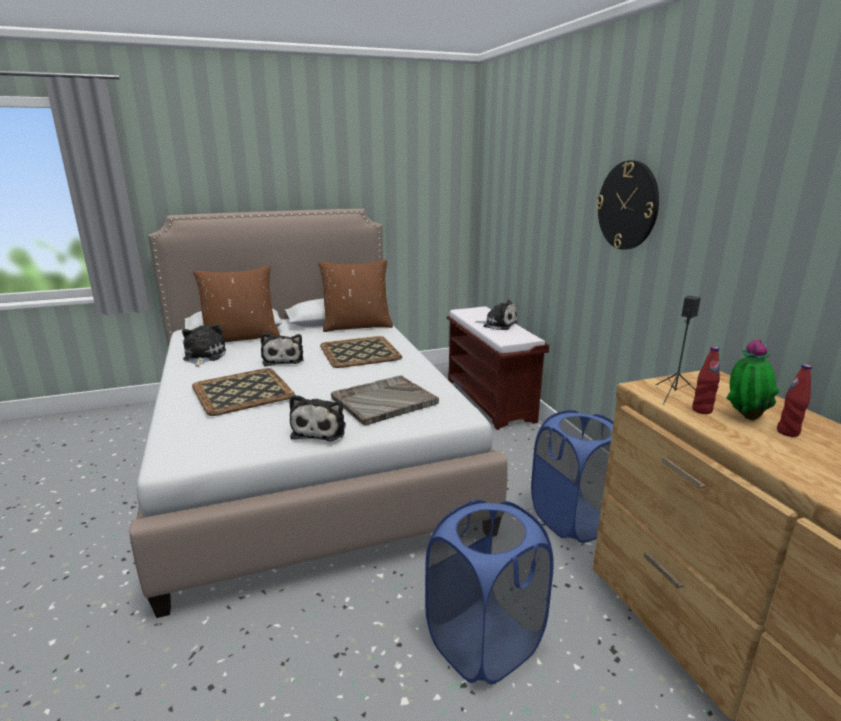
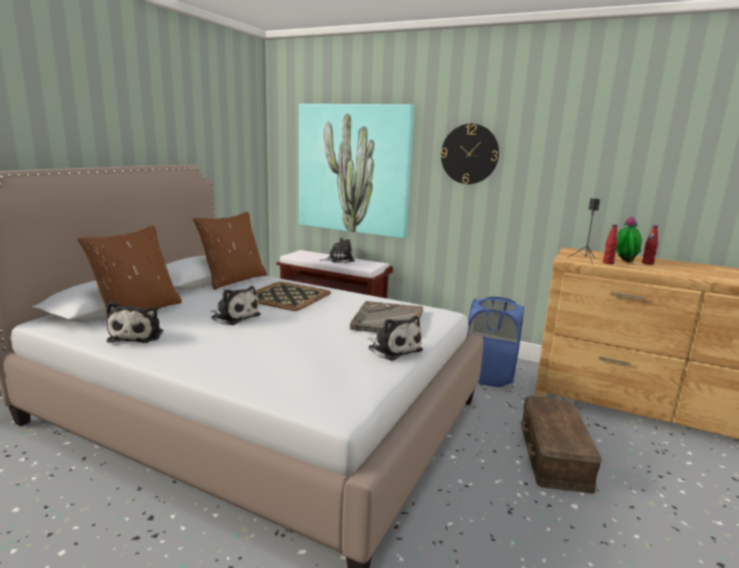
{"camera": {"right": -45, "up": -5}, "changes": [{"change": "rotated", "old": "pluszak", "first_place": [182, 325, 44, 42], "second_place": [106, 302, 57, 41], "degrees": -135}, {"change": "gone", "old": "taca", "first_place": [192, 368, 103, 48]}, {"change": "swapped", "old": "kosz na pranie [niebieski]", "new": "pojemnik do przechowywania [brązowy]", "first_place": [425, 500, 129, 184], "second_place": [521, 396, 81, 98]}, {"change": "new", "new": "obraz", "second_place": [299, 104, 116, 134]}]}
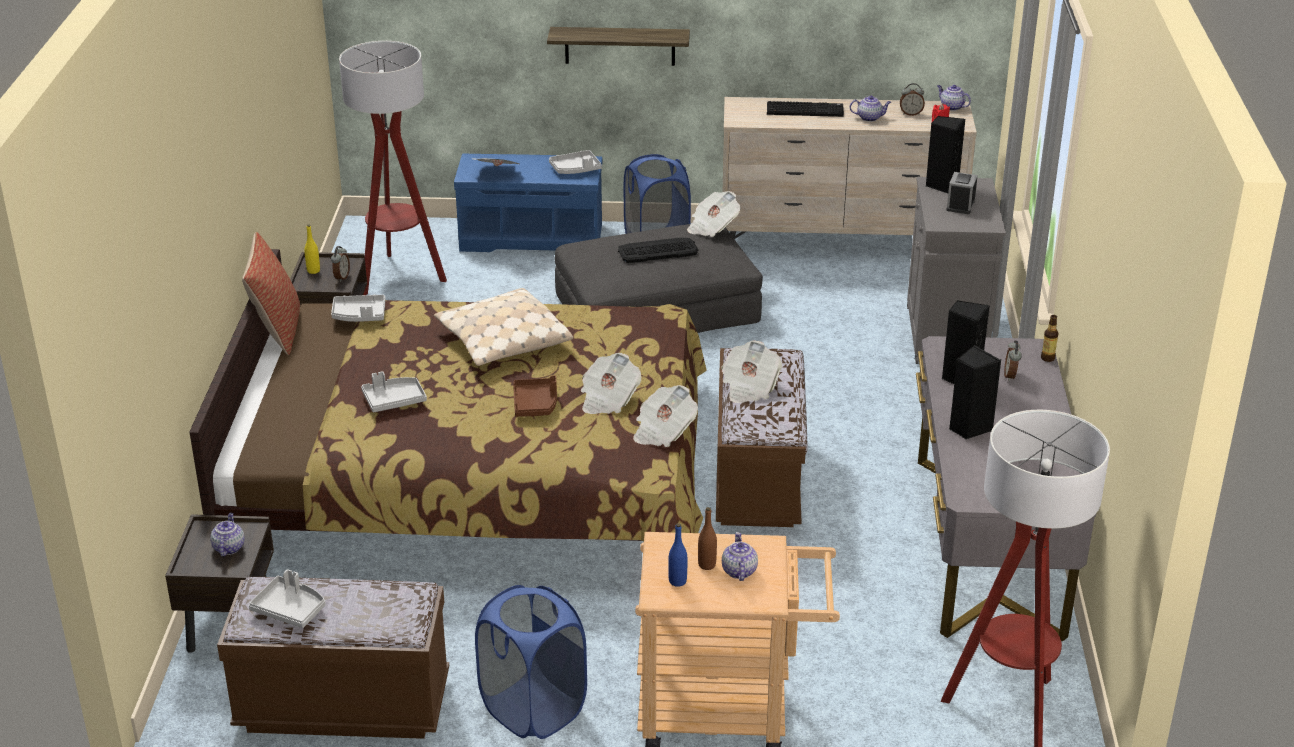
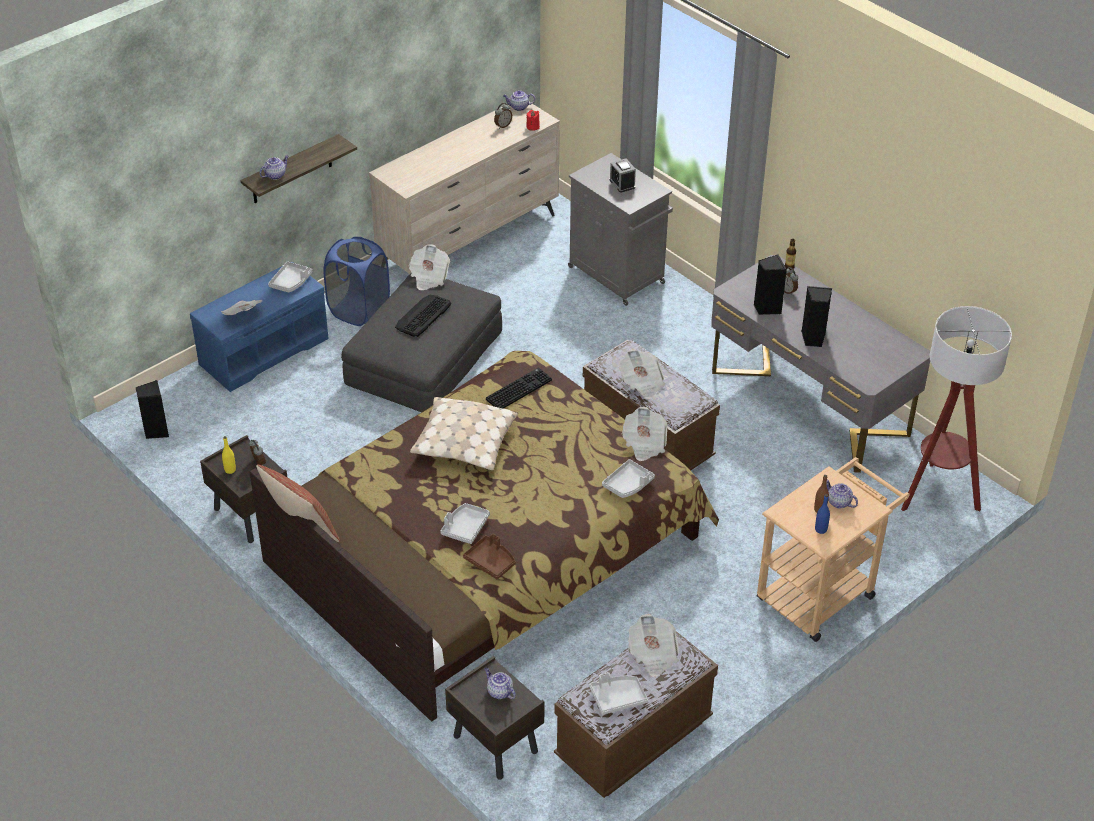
{"camera": {"right": -45, "up": 10}, "changes": [{"change": "gone", "old": "lampa stojąca", "first_place": [339, 41, 108, 254]}, {"change": "shifted", "old": "imbryk", "first_place": [850, 96, 41, 26], "second_place": [259, 155, 30, 25]}, {"change": "shifted", "old": "klawiatura", "first_place": [767, 101, 77, 16], "second_place": [486, 367, 66, 42]}, {"change": "shifted", "old": "głośnik [czarny]", "first_place": [925, 116, 40, 78], "second_place": [136, 380, 33, 59]}, {"change": "shifted", "old": "taca [szary]", "first_place": [331, 294, 54, 28], "second_place": [602, 459, 53, 39]}, {"change": "shifted", "old": "gazeta", "first_place": [581, 353, 61, 61], "second_place": [628, 614, 51, 63]}, {"change": "shifted", "old": "taca [brązowy]", "first_place": [513, 375, 44, 42], "second_place": [463, 533, 52, 47]}, {"change": "gone", "old": "kosz na pranie [niebieski]", "first_place": [475, 585, 112, 154]}]}
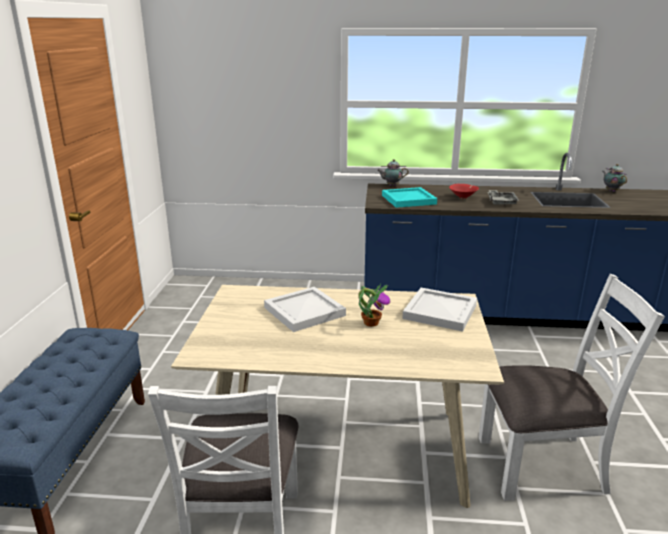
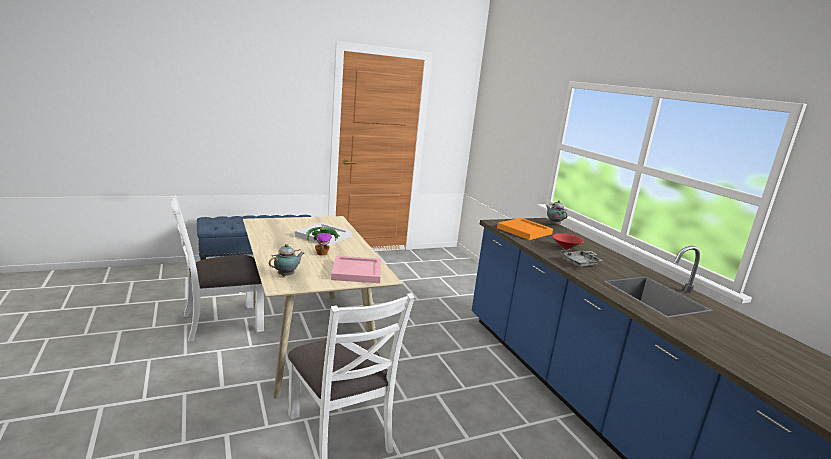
{"camera": {"right": 60, "up": -5}, "changes": [{"change": "shifted", "old": "imbryk", "first_place": [603, 164, 24, 28], "second_place": [269, 244, 35, 32]}, {"change": "repainted", "old": "taca [turkusowy]", "new": "taca [pomarańczowy]", "first_place": [382, 187, 55, 21], "second_place": [497, 218, 56, 22]}, {"change": "repainted", "old": "taca [biały]", "new": "taca [różowy]", "first_place": [402, 288, 75, 44], "second_place": [331, 255, 50, 28]}]}
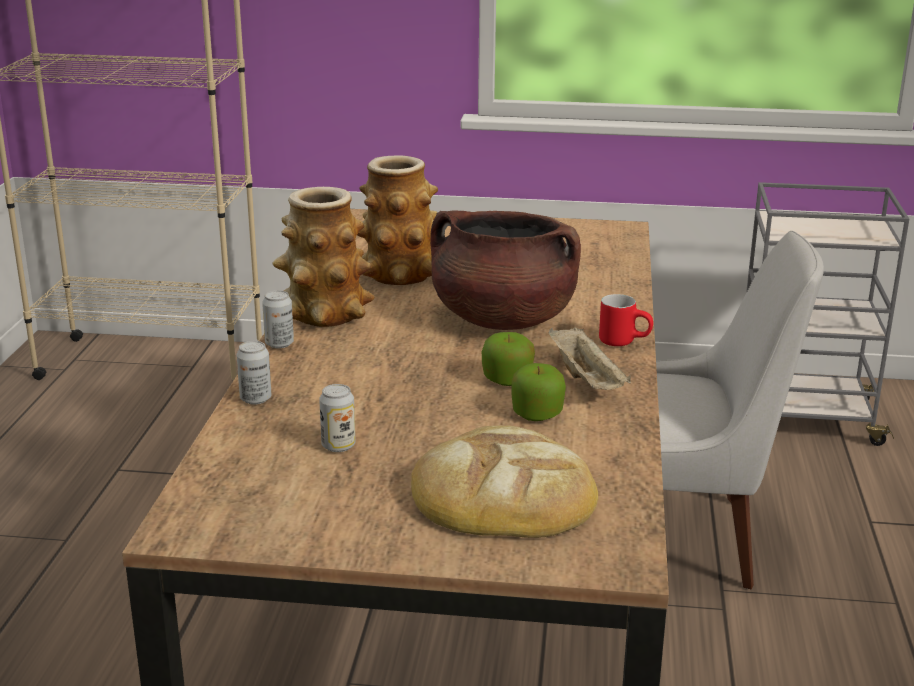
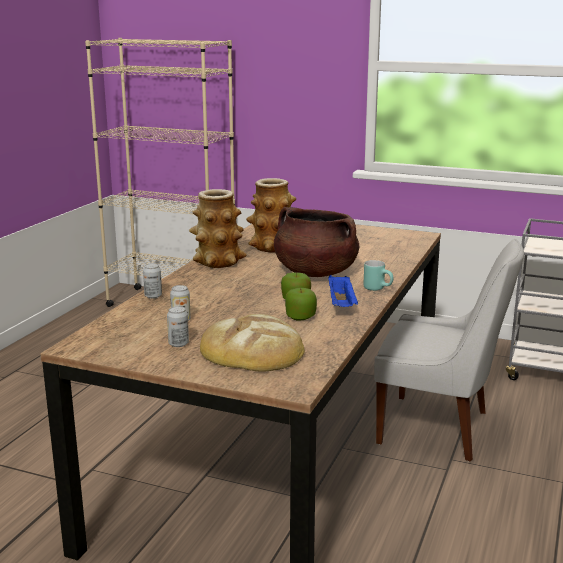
{"camera": {"right": 15, "up": -5}, "changes": [{"change": "shifted", "old": "puszka", "first_place": [262, 290, 32, 58], "second_place": [167, 306, 22, 41]}, {"change": "repainted", "old": "kubek [czerwony]", "new": "kubek [turkusowy]", "first_place": [599, 294, 54, 52], "second_place": [363, 260, 31, 31]}, {"change": "repainted", "old": "taca [beżowy]", "new": "taca [niebieski]", "first_place": [549, 327, 82, 63], "second_place": [329, 275, 29, 32]}]}
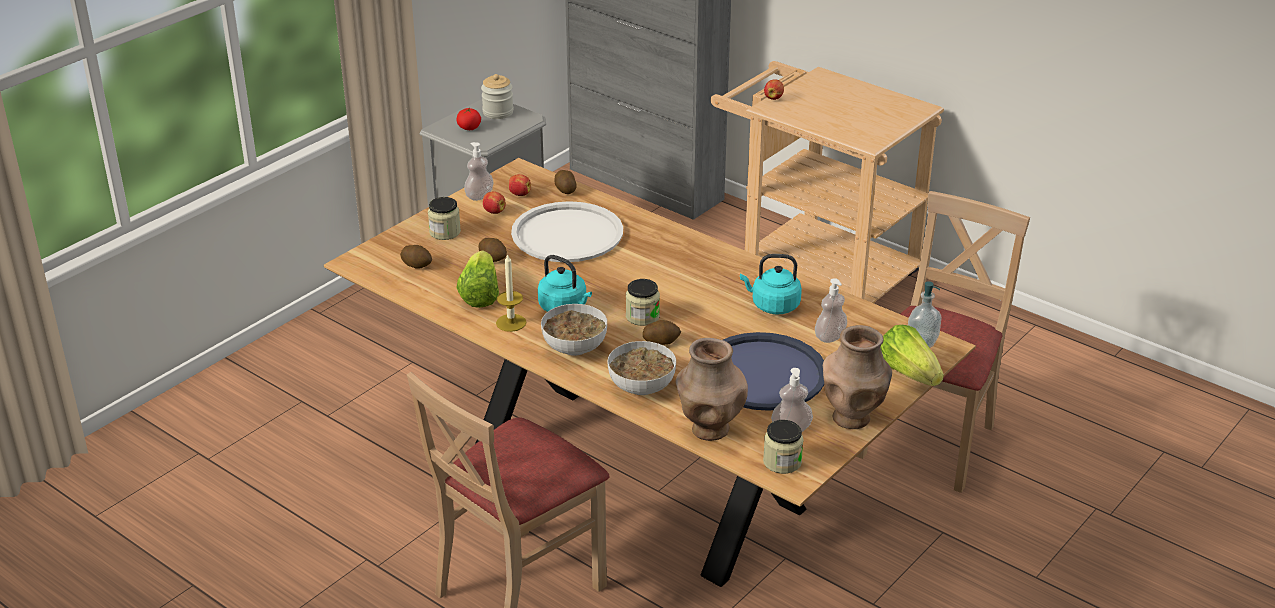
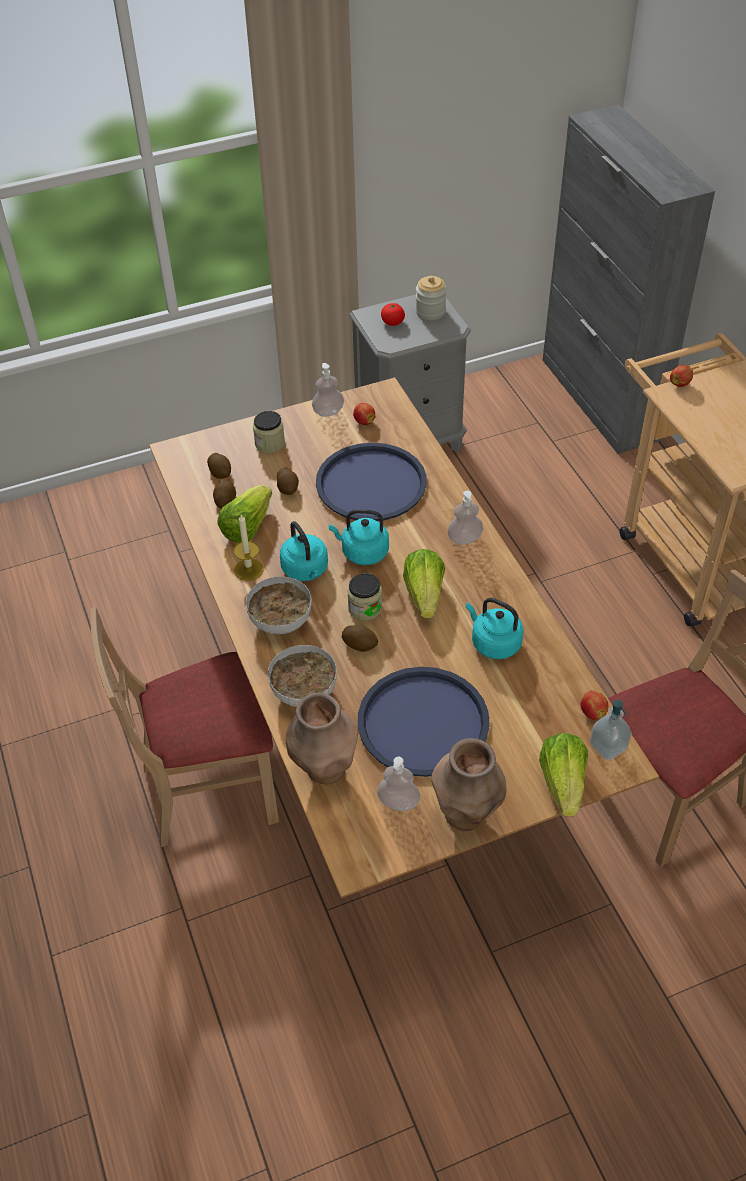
{"camera": {"right": 30, "up": 15}, "changes": [{"change": "shifted", "old": "ziemniak", "first_place": [555, 170, 22, 24], "second_place": [213, 480, 23, 29]}, {"change": "shifted", "old": "jabłko", "first_place": [483, 191, 23, 23], "second_place": [581, 690, 27, 30]}, {"change": "repainted", "old": "taca [biały]", "new": "taca [niebieski]", "first_place": [511, 201, 112, 61], "second_place": [316, 443, 111, 78]}, {"change": "shifted", "old": "dozownik mydła", "first_place": [815, 278, 32, 65], "second_place": [447, 491, 36, 54]}, {"change": "gone", "old": "słoik", "first_place": [763, 420, 40, 54]}, {"change": "new", "new": "czajnik [turkusowy]", "second_place": [329, 509, 60, 56]}, {"change": "new", "new": "sałata", "second_place": [403, 549, 42, 69]}]}
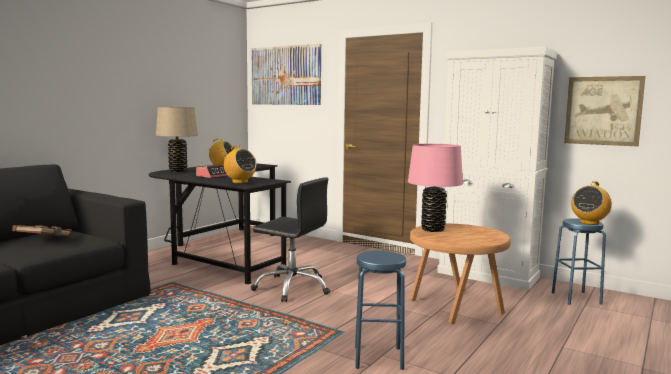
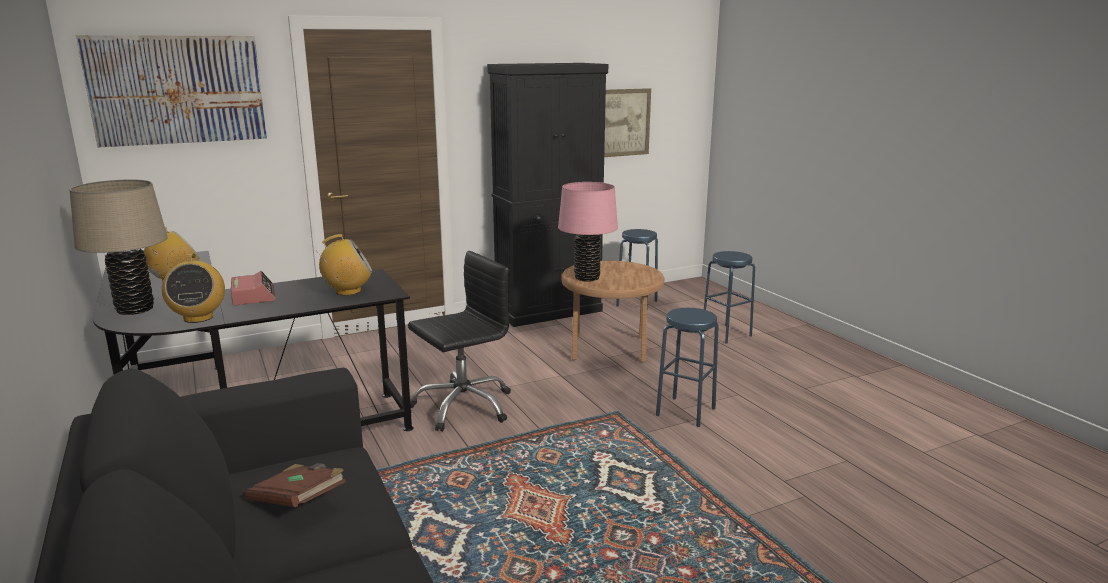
{"camera": {"right": -60, "up": 10}, "changes": [{"change": "repainted", "old": "szafka [biały]", "new": "szafka [czarny]", "first_place": [437, 46, 120, 245], "second_place": [487, 63, 121, 264]}, {"change": "shifted", "old": "radio", "first_place": [571, 181, 41, 44], "second_place": [162, 253, 63, 70]}, {"change": "new", "new": "stołek [niebieski]", "second_place": [703, 251, 52, 93]}]}
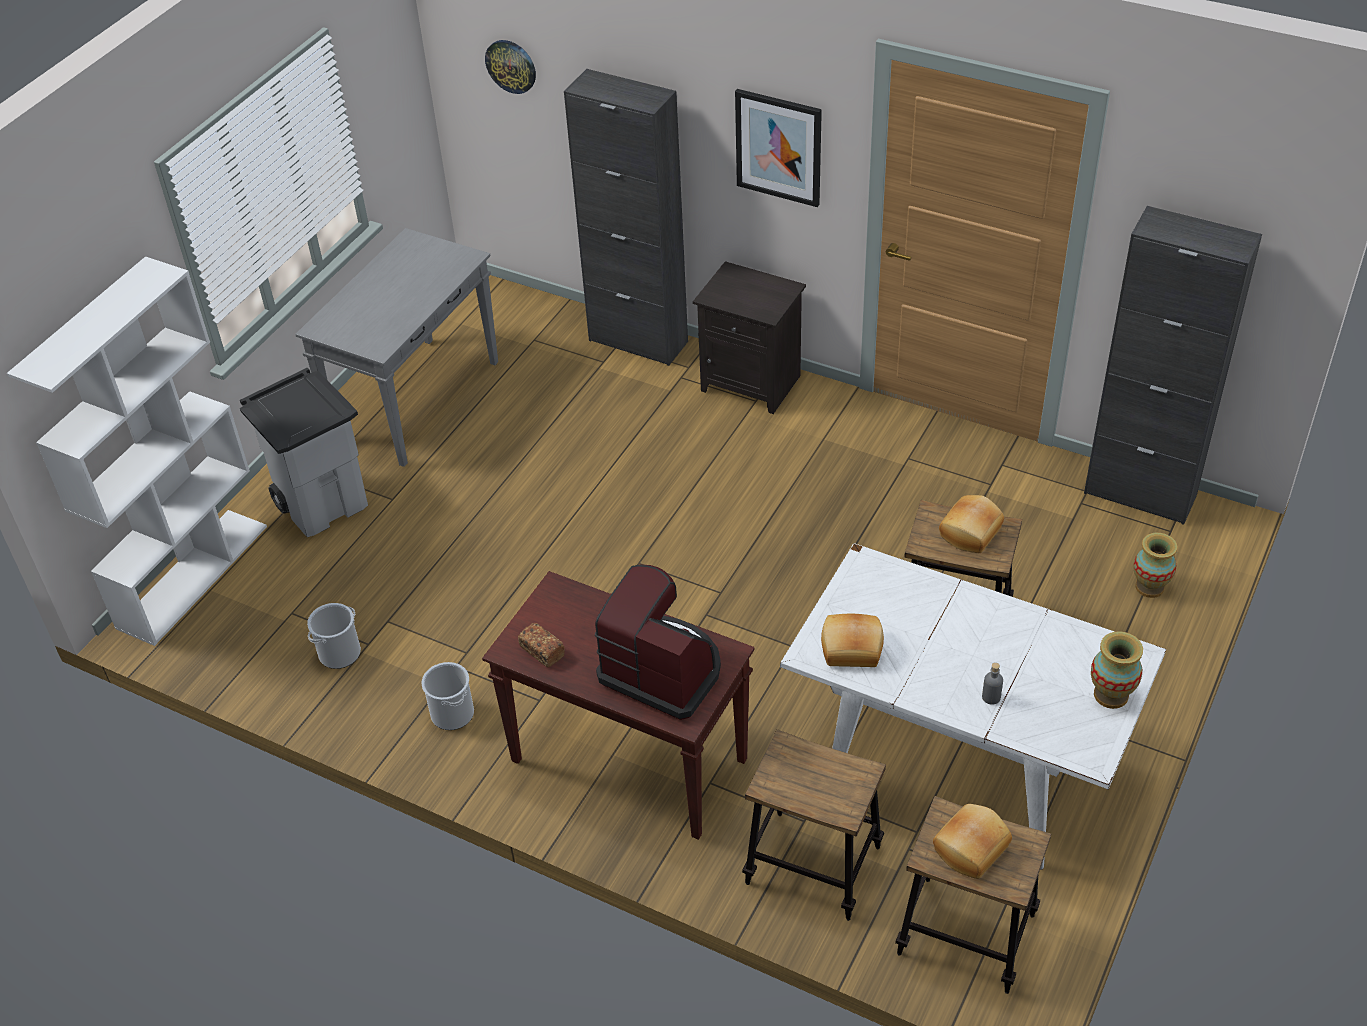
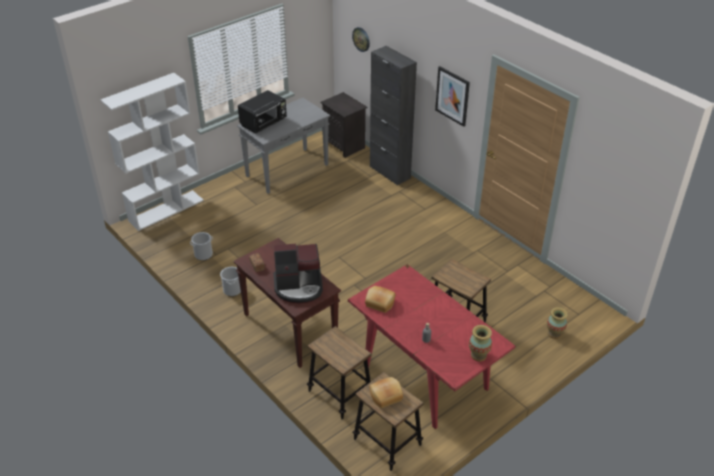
{"camera": {"right": 20, "up": -5}, "changes": [{"change": "gone", "old": "szafka [czarny]", "first_place": [1084, 206, 178, 319]}, {"change": "shifted", "old": "szafka nocna [czarny]", "first_place": [693, 261, 113, 153], "second_place": [321, 92, 46, 66]}, {"change": "gone", "old": "kosz na śmieci [szary]", "first_place": [240, 368, 128, 169]}, {"change": "gone", "old": "chleb", "first_place": [939, 495, 65, 58]}, {"change": "repainted", "old": "stół jadalny [biały]", "new": "stół jadalny [czerwony]", "first_place": [780, 543, 386, 327], "second_place": [348, 264, 168, 165]}, {"change": "rotated", "old": "ekspres do kawy", "first_place": [595, 565, 126, 155], "second_place": [273, 244, 50, 59], "degrees": 120}, {"change": "new", "new": "mikrofalówka [czarny]", "second_place": [238, 90, 49, 44]}]}
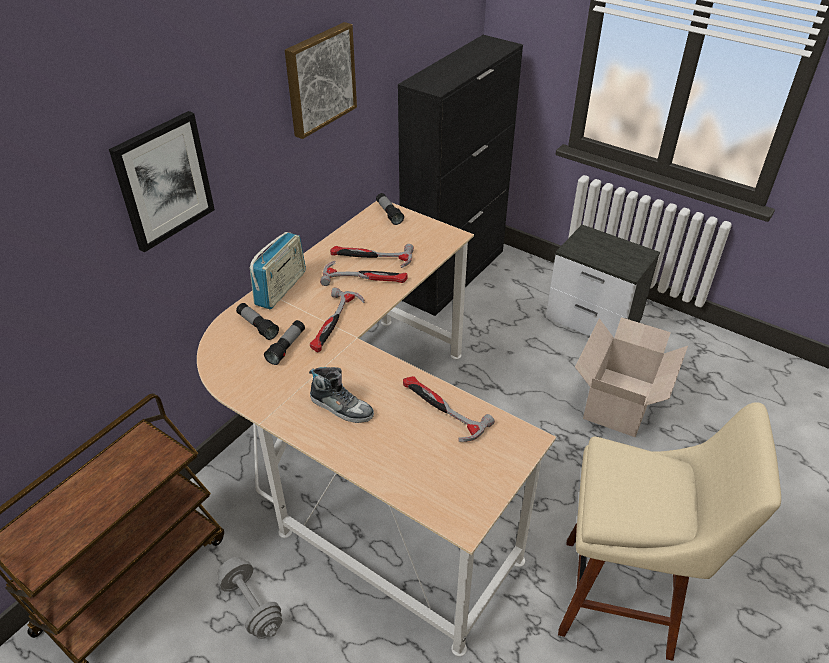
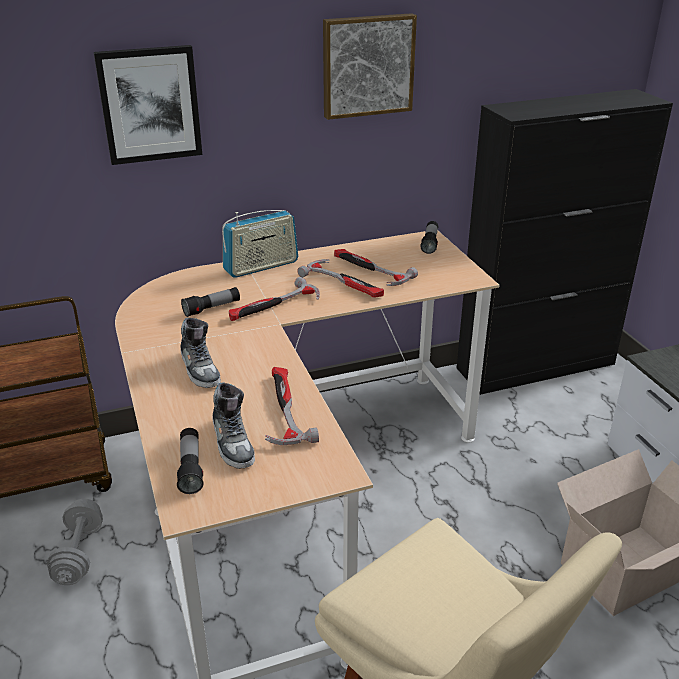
{"camera": {"right": 35, "up": -10}, "changes": [{"change": "shifted", "old": "latarka", "first_place": [236, 303, 43, 37], "second_place": [177, 428, 26, 66]}, {"change": "new", "new": "but", "second_place": [212, 382, 43, 87]}]}
